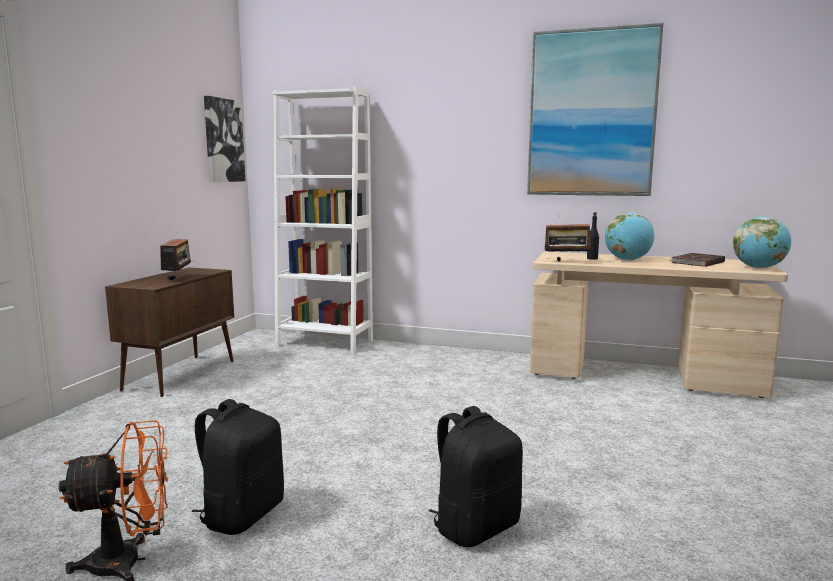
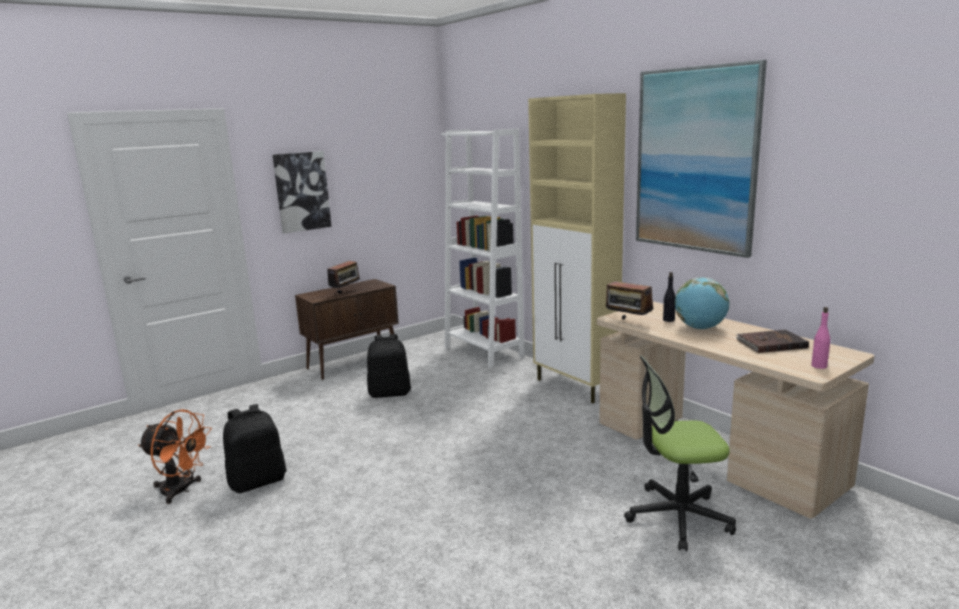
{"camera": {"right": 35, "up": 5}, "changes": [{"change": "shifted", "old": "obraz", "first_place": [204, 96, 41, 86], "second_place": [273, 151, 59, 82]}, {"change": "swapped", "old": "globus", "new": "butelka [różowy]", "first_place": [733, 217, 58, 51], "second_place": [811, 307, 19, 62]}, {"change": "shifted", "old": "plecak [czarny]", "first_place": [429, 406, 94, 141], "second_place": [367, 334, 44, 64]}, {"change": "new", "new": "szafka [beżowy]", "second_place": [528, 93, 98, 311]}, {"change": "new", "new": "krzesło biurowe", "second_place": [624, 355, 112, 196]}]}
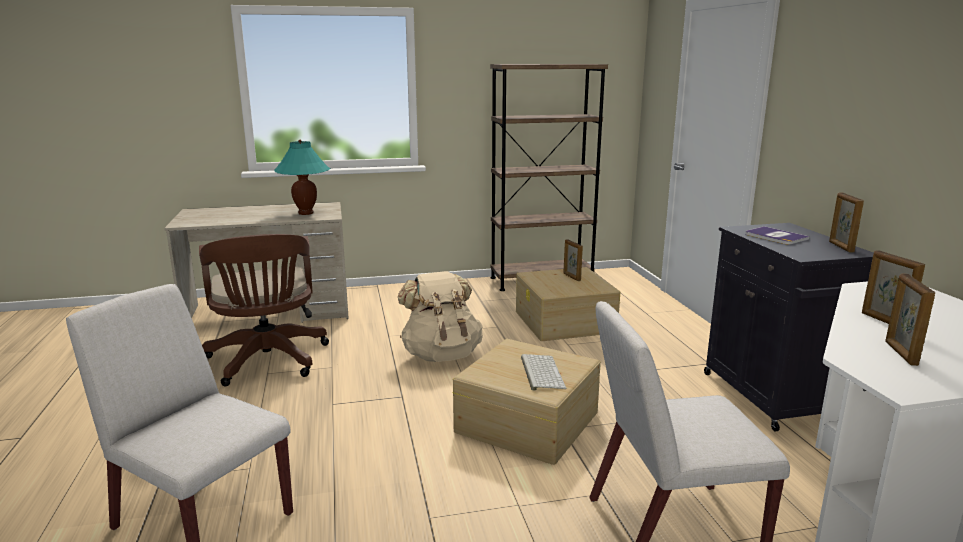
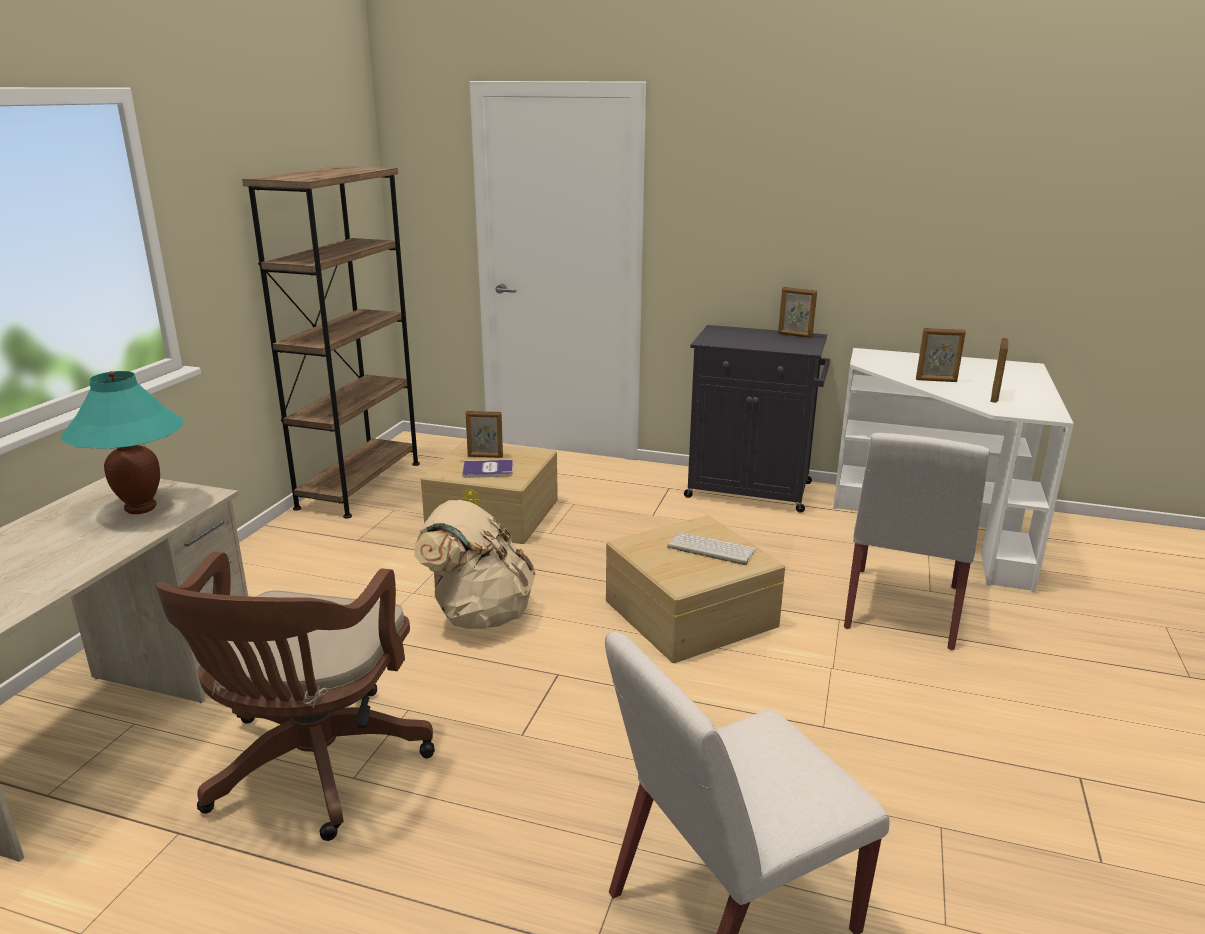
{"camera": {"right": -60, "up": 5}, "changes": [{"change": "shifted", "old": "książka", "first_place": [745, 226, 64, 19], "second_place": [462, 460, 51, 18]}, {"change": "rotated", "old": "krzesło biurowe [brązowy]", "first_place": [199, 234, 130, 152], "second_place": [155, 552, 280, 289], "degrees": 90}, {"change": "rotated", "old": "ramka na zdjęcie", "first_place": [885, 274, 50, 92], "second_place": [991, 338, 17, 65], "degrees": -105}]}
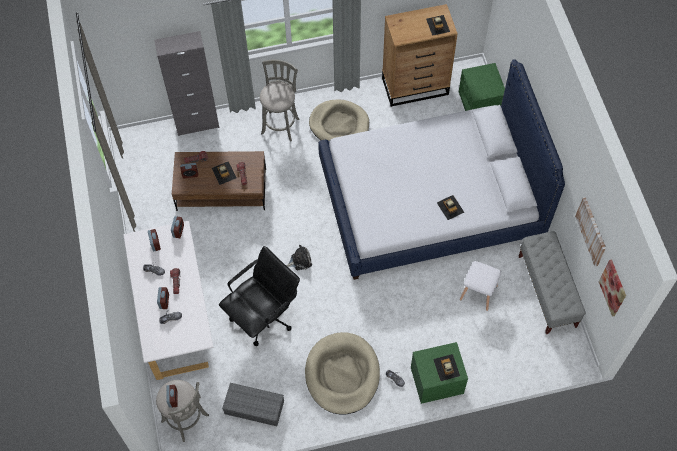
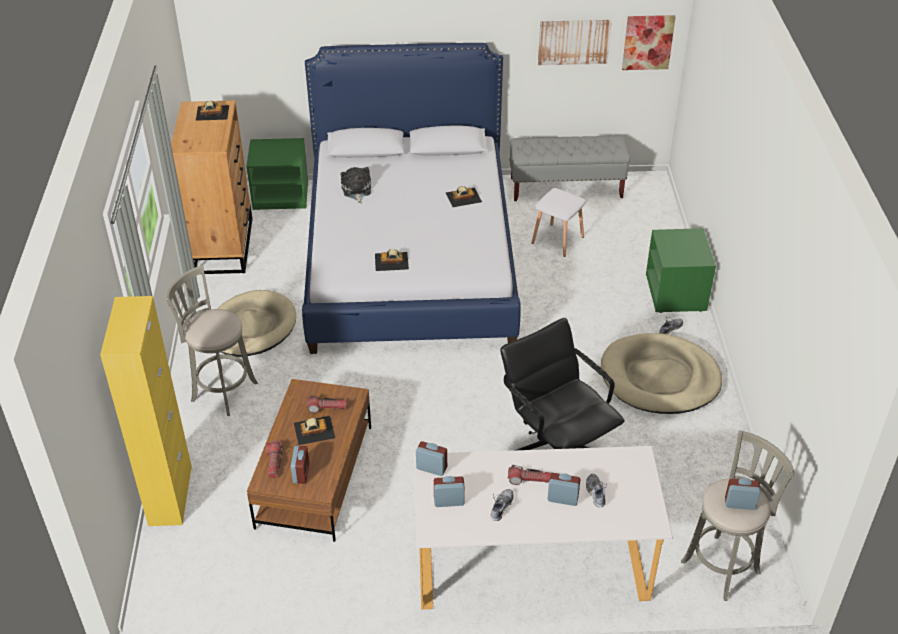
{"camera": {"right": -80, "up": -20}, "changes": [{"change": "repainted", "old": "szafka [szary]", "new": "szafka [żółty]", "first_place": [154, 31, 65, 105], "second_place": [100, 296, 92, 230]}, {"change": "shifted", "old": "pluszak", "first_place": [286, 245, 26, 25], "second_place": [340, 167, 31, 36]}, {"change": "shifted", "old": "samochodzik", "first_place": [433, 354, 27, 27], "second_place": [375, 249, 34, 22]}, {"change": "gone", "old": "pojemnik do przechowywania [szary]", "first_place": [222, 383, 62, 43]}]}
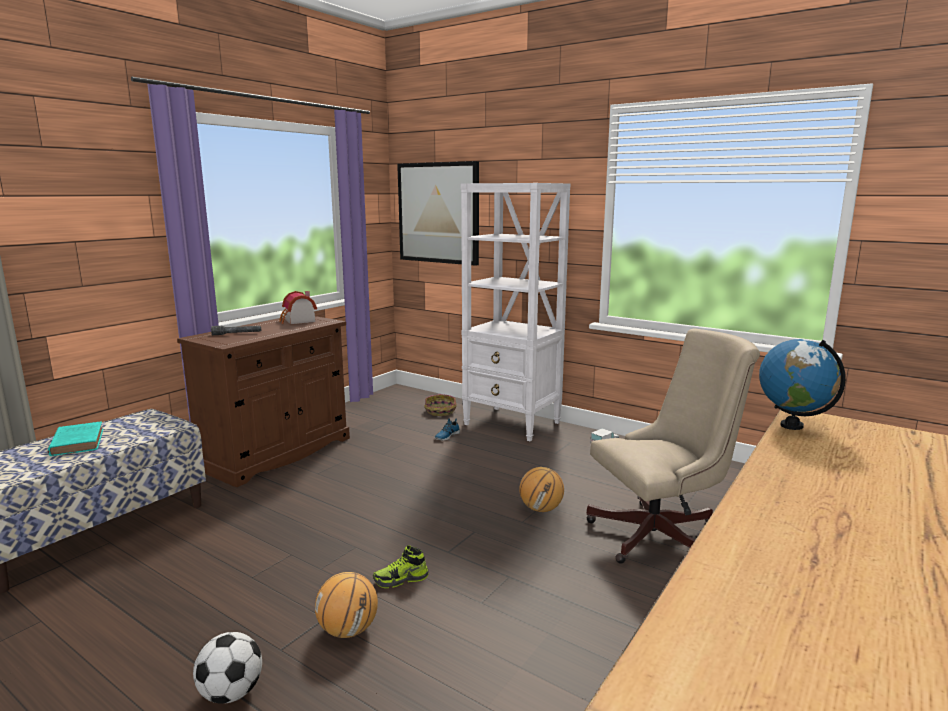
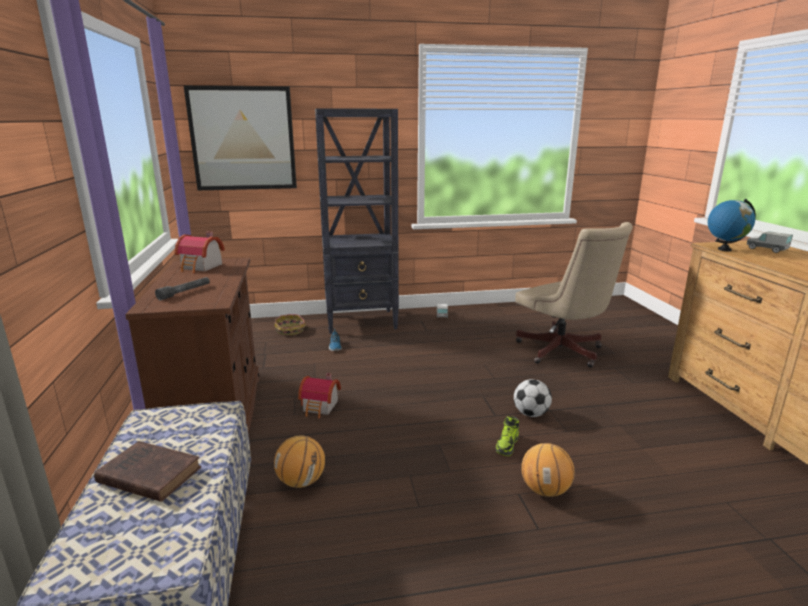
{"camera": {"right": -45, "up": 5}, "changes": [{"change": "repainted", "old": "regał [biały]", "new": "regał [czarny]", "first_place": [461, 183, 109, 258], "second_place": [315, 108, 84, 226]}, {"change": "rotated", "old": "krzesło biurowe [beżowy]", "first_place": [586, 328, 174, 236], "second_place": [515, 222, 118, 146], "degrees": 120}, {"change": "repainted", "old": "książka [turkusowy]", "new": "książka [brązowy]", "first_place": [48, 421, 55, 35], "second_place": [94, 441, 107, 61]}, {"change": "shifted", "old": "piłka do koszykówki", "first_place": [519, 467, 45, 45], "second_place": [274, 435, 51, 53]}, {"change": "shifted", "old": "piłka futbolowa", "first_place": [193, 632, 69, 72], "second_place": [514, 379, 38, 38]}, {"change": "new", "new": "ciężarówka zabawkowa", "second_place": [747, 231, 46, 22]}, {"change": "new", "new": "domek", "second_place": [298, 373, 43, 45]}]}
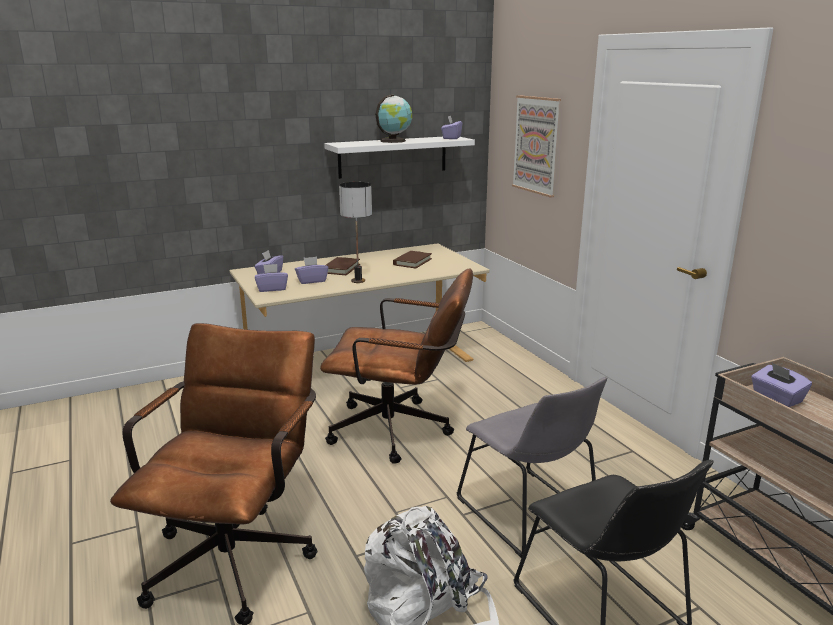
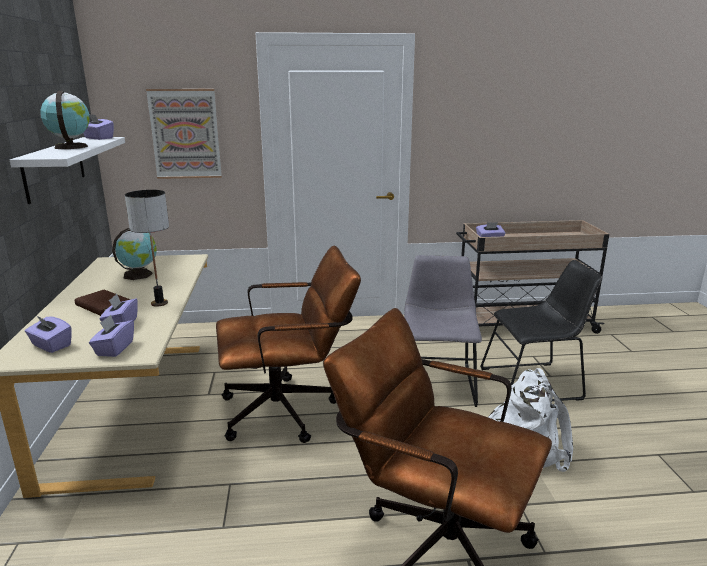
{"camera": {"right": -70, "up": 0}, "changes": [{"change": "swapped", "old": "książka [brązowy]", "new": "globus", "first_place": [393, 251, 39, 17], "second_place": [112, 228, 45, 52]}, {"change": "rotated", "old": "krzesło biurowe [brązowy]", "first_place": [320, 268, 153, 196], "second_place": [216, 245, 145, 198], "degrees": 45}, {"change": "rotated", "old": "krzesło [szary]", "first_place": [457, 377, 150, 181], "second_place": [404, 255, 78, 152], "degrees": -75}]}
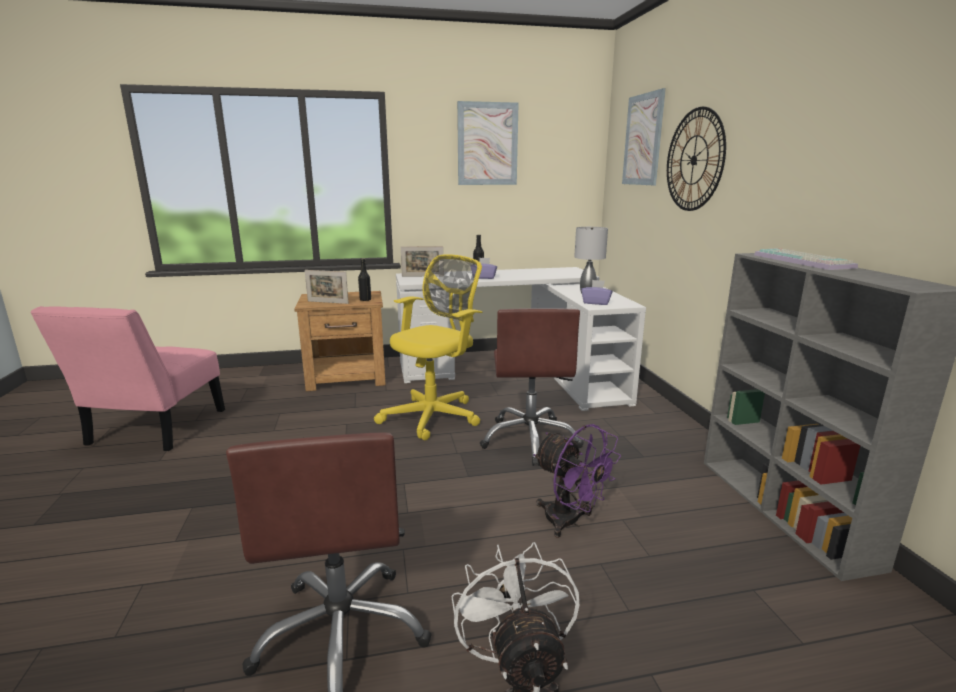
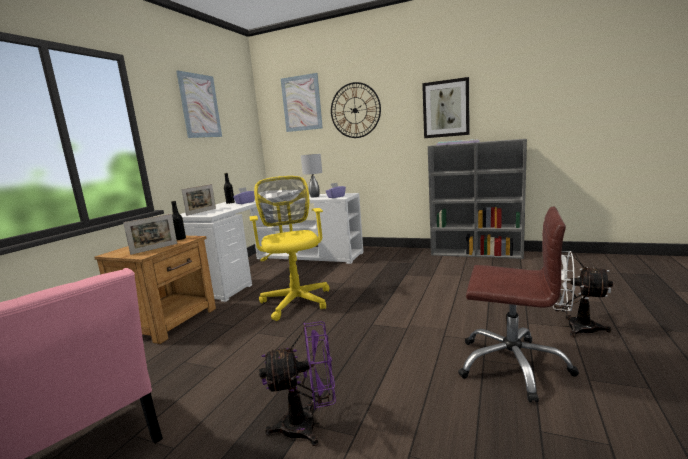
{"camera": {"right": -55, "up": -5}, "changes": [{"change": "gone", "old": "krzesło biurowe [brązowy]", "first_place": [480, 308, 104, 158]}, {"change": "shifted", "old": "wentylator [fioletowy]", "first_place": [533, 424, 88, 114], "second_place": [259, 321, 77, 125]}, {"change": "new", "new": "obraz", "second_place": [422, 77, 48, 61]}]}
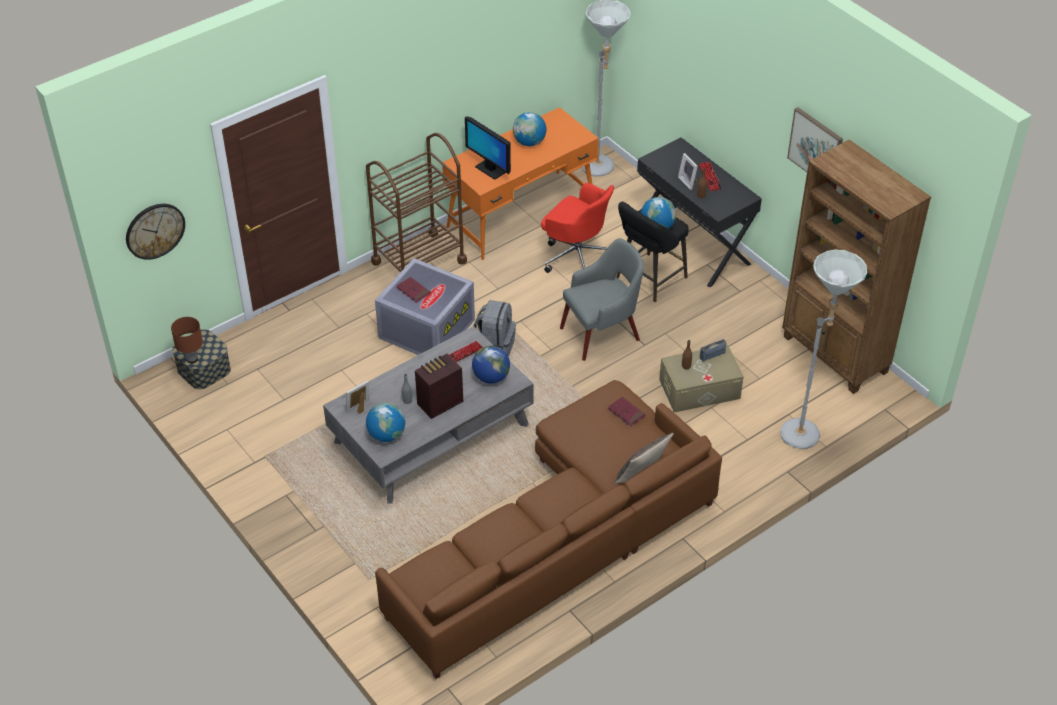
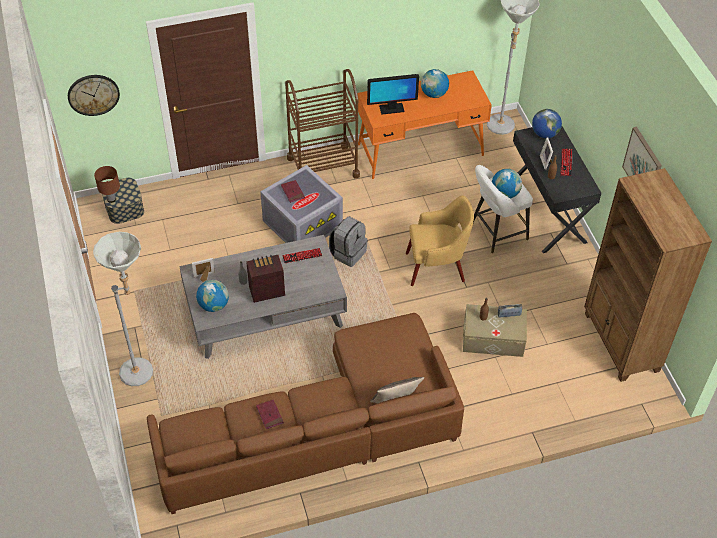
{"camera": {"right": 20, "up": 5}, "changes": [{"change": "rotated", "old": "monitor", "first_place": [465, 116, 46, 64], "second_place": [367, 74, 52, 41], "degrees": -75}, {"change": "gone", "old": "krzesło biurowe [czerwony]", "first_place": [541, 183, 73, 90]}, {"change": "repainted", "old": "stołek [czarny]", "new": "stołek [biały]", "first_place": [616, 202, 73, 100], "second_place": [473, 165, 60, 88]}, {"change": "repainted", "old": "fotel [szary]", "new": "fotel [żółty]", "first_place": [560, 238, 84, 123], "second_place": [406, 195, 68, 91]}, {"change": "shifted", "old": "lampa stojąca [szary]", "first_place": [780, 250, 87, 199], "second_place": [93, 232, 60, 154]}, {"change": "shifted", "old": "globus", "first_place": [472, 346, 38, 38], "second_place": [532, 109, 30, 29]}, {"change": "shifted", "old": "książka [czerwony]", "first_place": [608, 397, 37, 30], "second_place": [256, 399, 28, 30]}]}
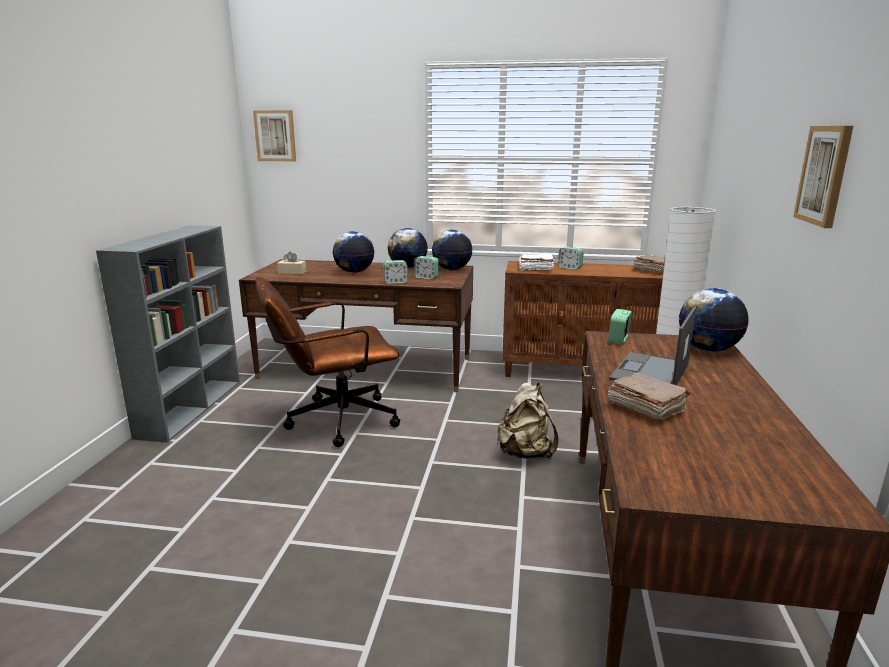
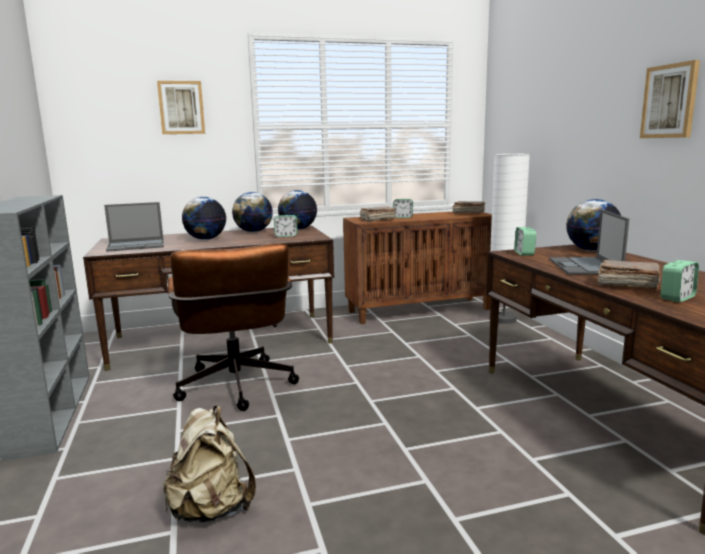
{"camera": {"right": -25, "up": -5}, "changes": [{"change": "shifted", "old": "obraz", "first_place": [253, 110, 43, 51], "second_place": [157, 81, 48, 53]}, {"change": "swapped", "old": "pudełko chusteczek [beżowy]", "new": "laptop", "first_place": [277, 252, 29, 22], "second_place": [104, 202, 60, 50]}, {"change": "repainted", "old": "książka [biały]", "new": "książka [brązowy]", "first_place": [519, 254, 35, 17], "second_place": [360, 206, 36, 16]}, {"change": "shifted", "old": "budzik", "first_place": [383, 260, 25, 24], "second_place": [661, 260, 38, 42]}, {"change": "rotated", "old": "krzesło biurowe [brązowy]", "first_place": [255, 277, 145, 170], "second_place": [168, 243, 131, 168], "degrees": -60}, {"change": "shifted", "old": "plecak [beżowy]", "first_place": [497, 383, 62, 76], "second_place": [164, 406, 92, 116]}]}
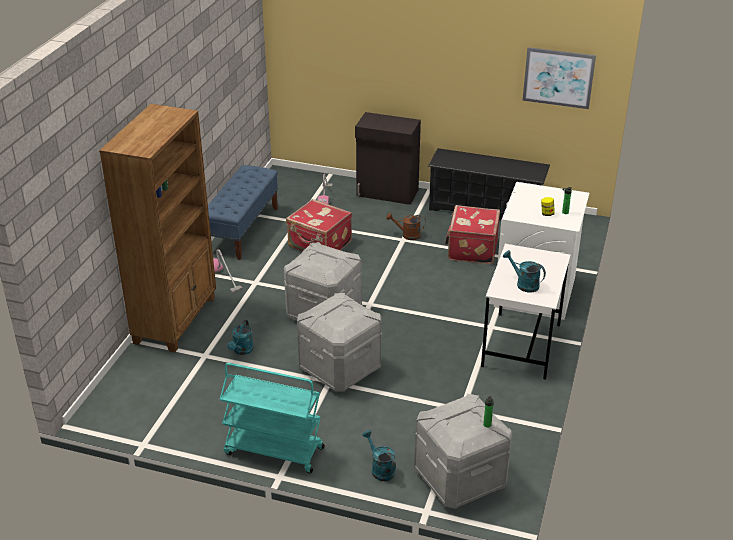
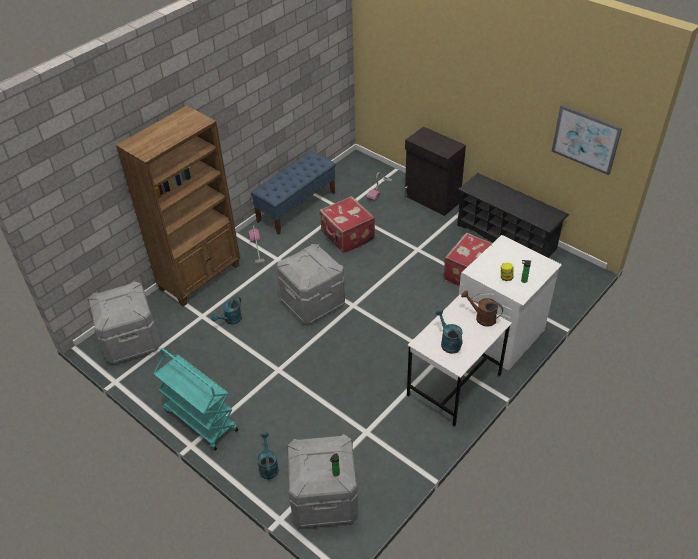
{"camera": {"right": 25, "up": 10}, "changes": [{"change": "shifted", "old": "konewka [brązowy]", "first_place": [386, 213, 40, 27], "second_place": [461, 290, 42, 37]}, {"change": "shifted", "old": "pojemnik do przechowywania [szary]", "first_place": [297, 293, 84, 98], "second_place": [88, 281, 73, 83]}]}
